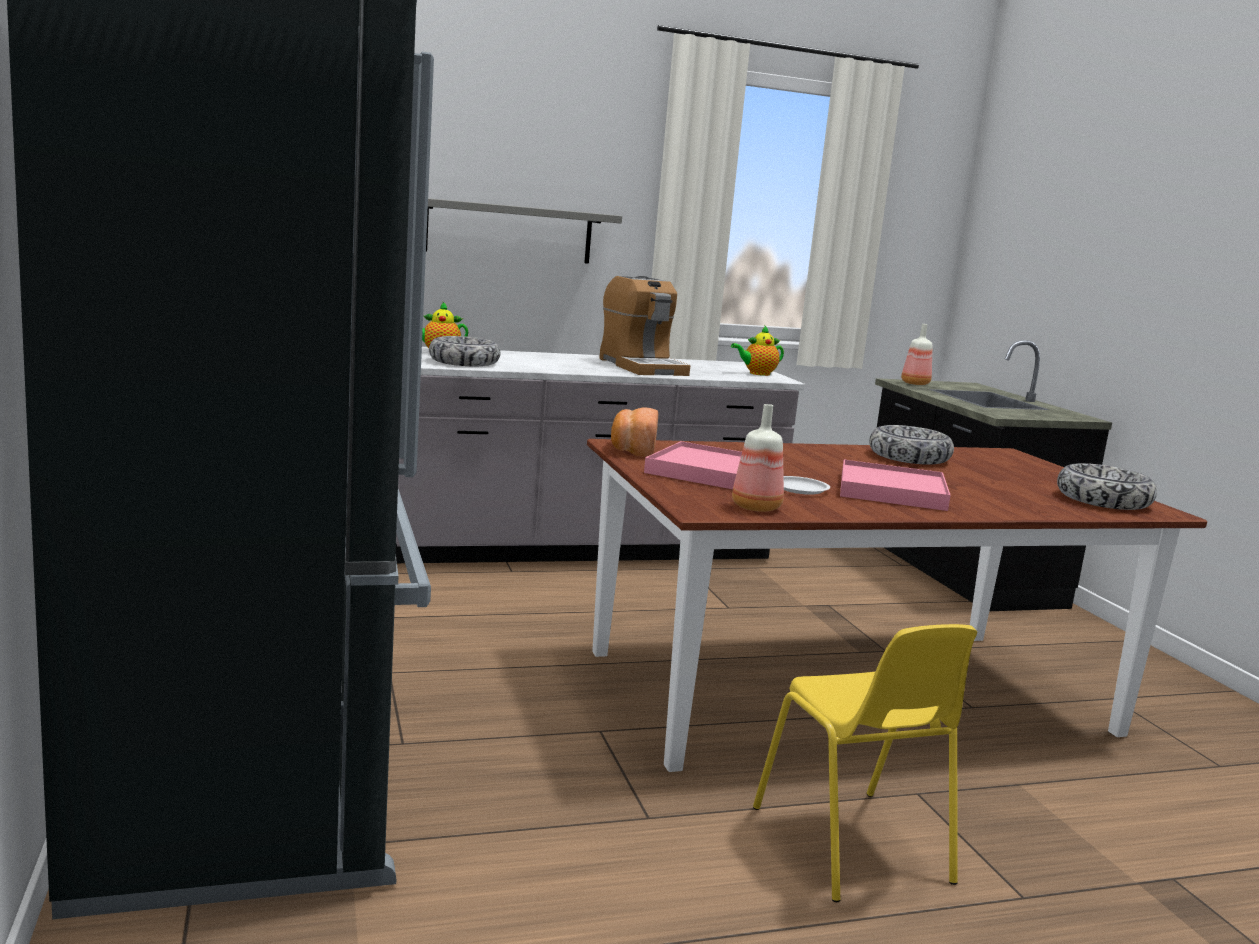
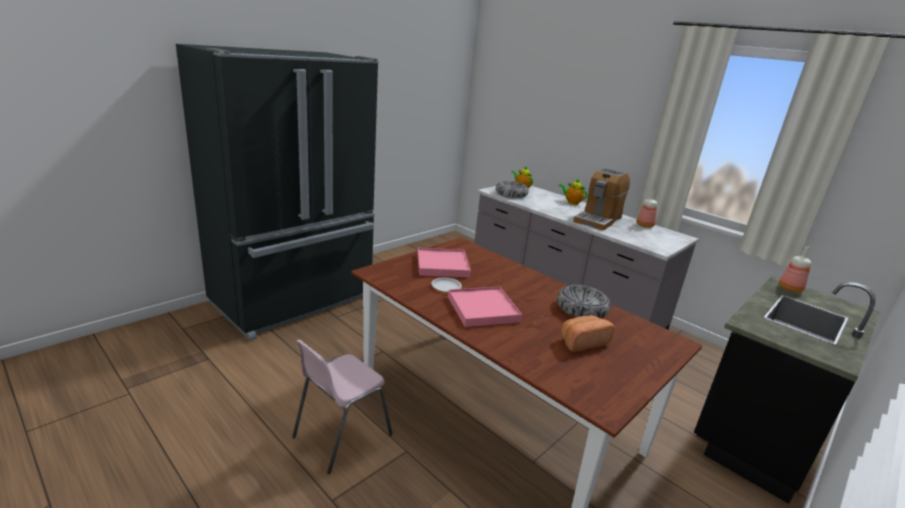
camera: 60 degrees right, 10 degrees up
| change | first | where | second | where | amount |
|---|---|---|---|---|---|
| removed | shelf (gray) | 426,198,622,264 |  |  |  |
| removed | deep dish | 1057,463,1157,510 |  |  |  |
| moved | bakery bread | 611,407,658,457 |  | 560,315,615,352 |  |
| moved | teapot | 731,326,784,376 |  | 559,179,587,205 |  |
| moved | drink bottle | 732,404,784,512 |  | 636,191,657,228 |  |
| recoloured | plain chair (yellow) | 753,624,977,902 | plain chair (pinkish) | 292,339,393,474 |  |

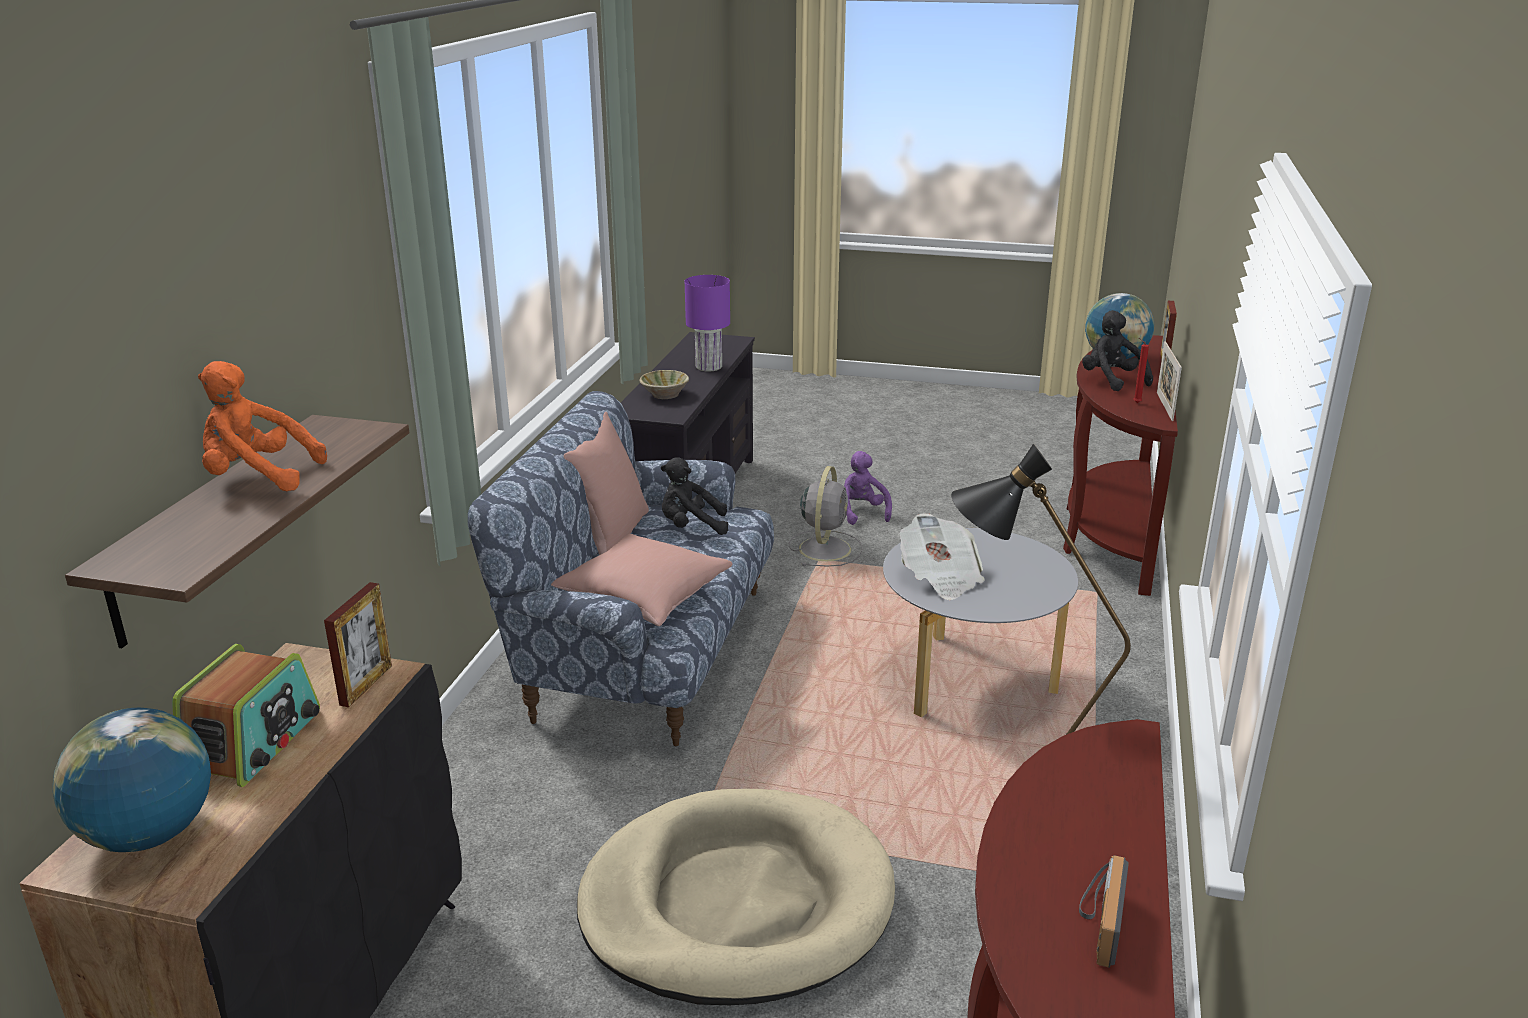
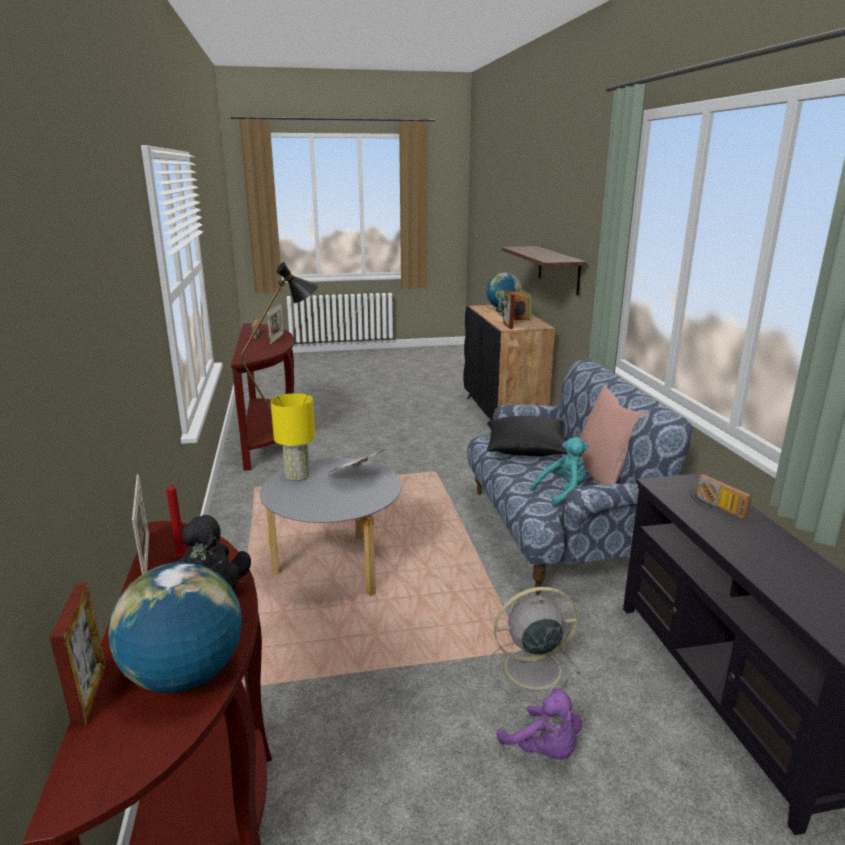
camera: 155 degrees right, 5 degrees down
| change | first | where | second | where | amount |
|---|---|---|---|---|---|
| removed | cuddly toy (orange) | 198,361,327,491 |  |  |  |
| removed | pet bed (beige-coloured) | 577,789,895,1005 |  |  |  |
| removed | table lamp (purplish) | 685,275,730,371 |  |  |  |
| added |  |  | picture frame | 267,304,284,344 |  |
| added |  |  | table lamp (yellow) | 271,393,315,481 |  |
| replaced | deep dish (beige-coloured) | 639,370,689,399 | radio receiver | 691,474,752,519 |  |
| recoloured | throw pillow (pinkish) | 551,534,732,626 | throw pillow (black-coloured) | 487,416,567,456 |  |
| recoloured | cuddly toy (black-coloured) | 661,457,728,535 | cuddly toy (turquoise) | 530,437,588,507 |  |
| turned | electric fan (gray) | 789,466,863,567 |  | 490,587,581,702 | 90 degrees clockwise |

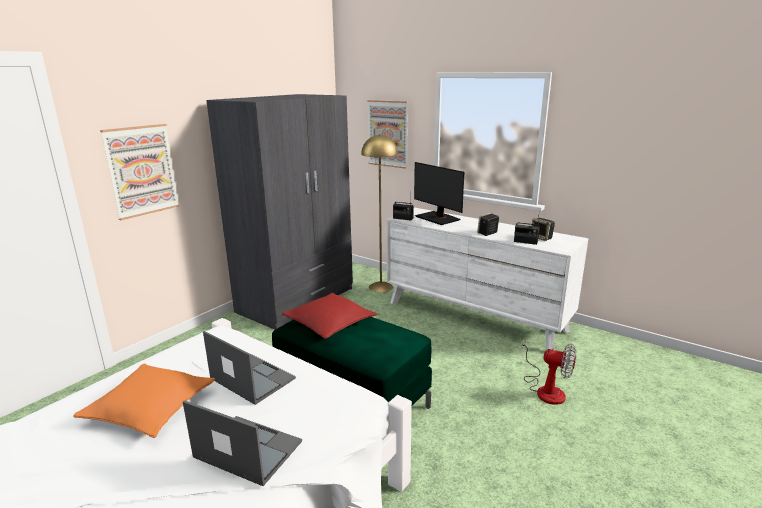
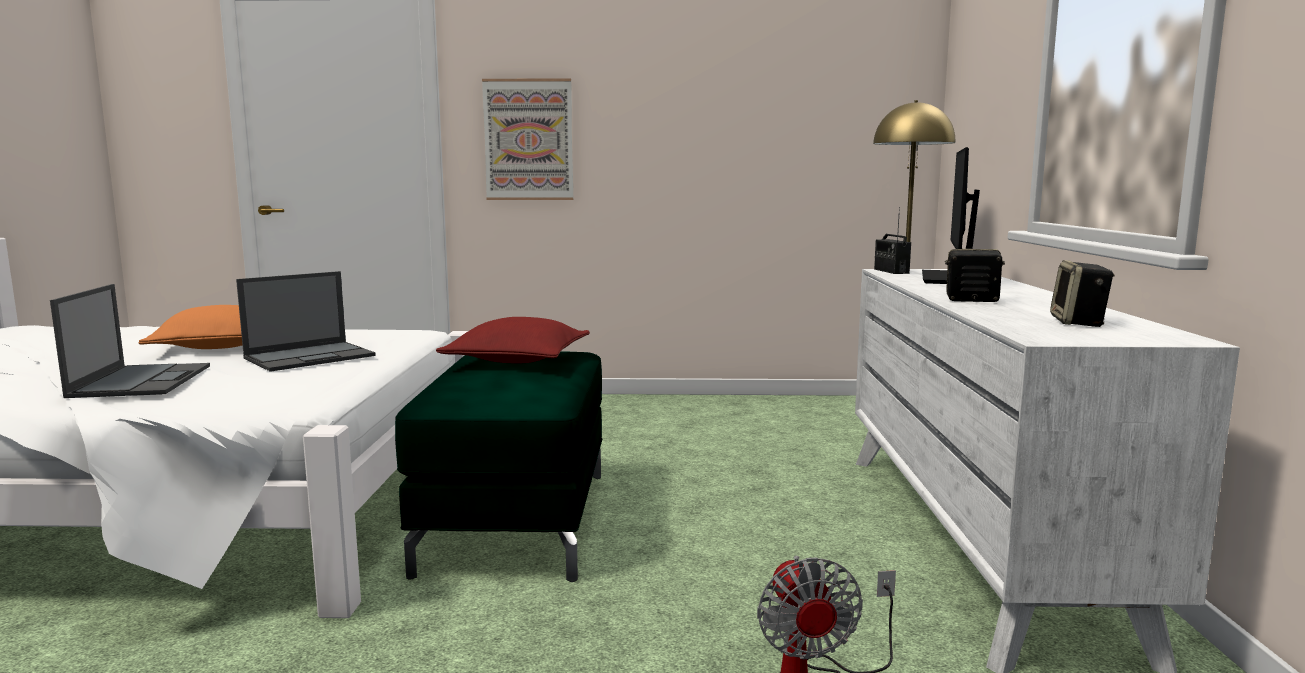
camera: 55 degrees right, 10 degrees down
| change | first | where | second | where | amount |
|---|---|---|---|---|---|
| removed | armoire (gray) | 206,94,353,330 |  |  |  |
| removed | wall picture | 367,100,409,169 |  |  |  |
| removed | radio receiver | 514,211,540,245 |  |  |  |
| turned | laptop | 203,331,296,405 |  | 236,271,376,372 | 45 degrees clockwise |

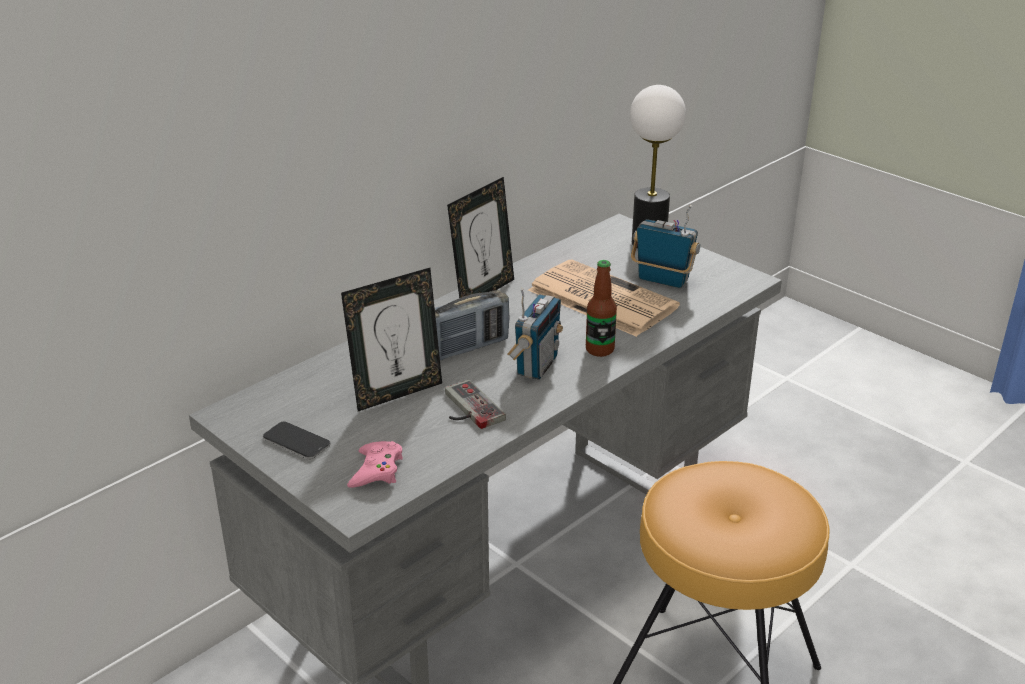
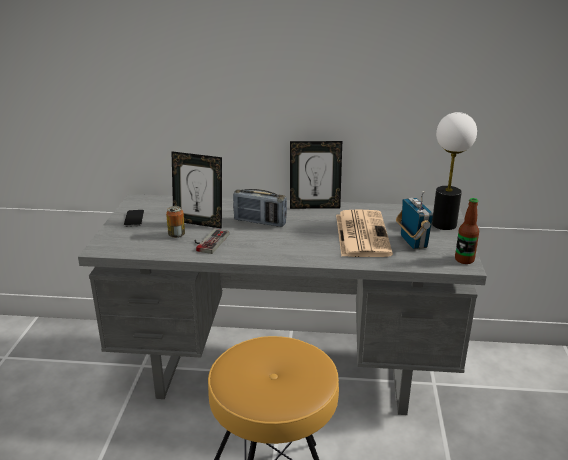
camera: 50 degrees right, 5 degrees down
| change | first | where | second | where | amount |
|---|---|---|---|---|---|
| removed | game controller (pinkish) | 347,441,403,488 |  |  |  |
| removed | radio receiver | 507,288,563,380 |  |  |  |
| added |  |  | metal can | 166,206,185,238 |  |
| moved | drink bottle | 586,260,617,357 |  | 455,198,479,264 |  |

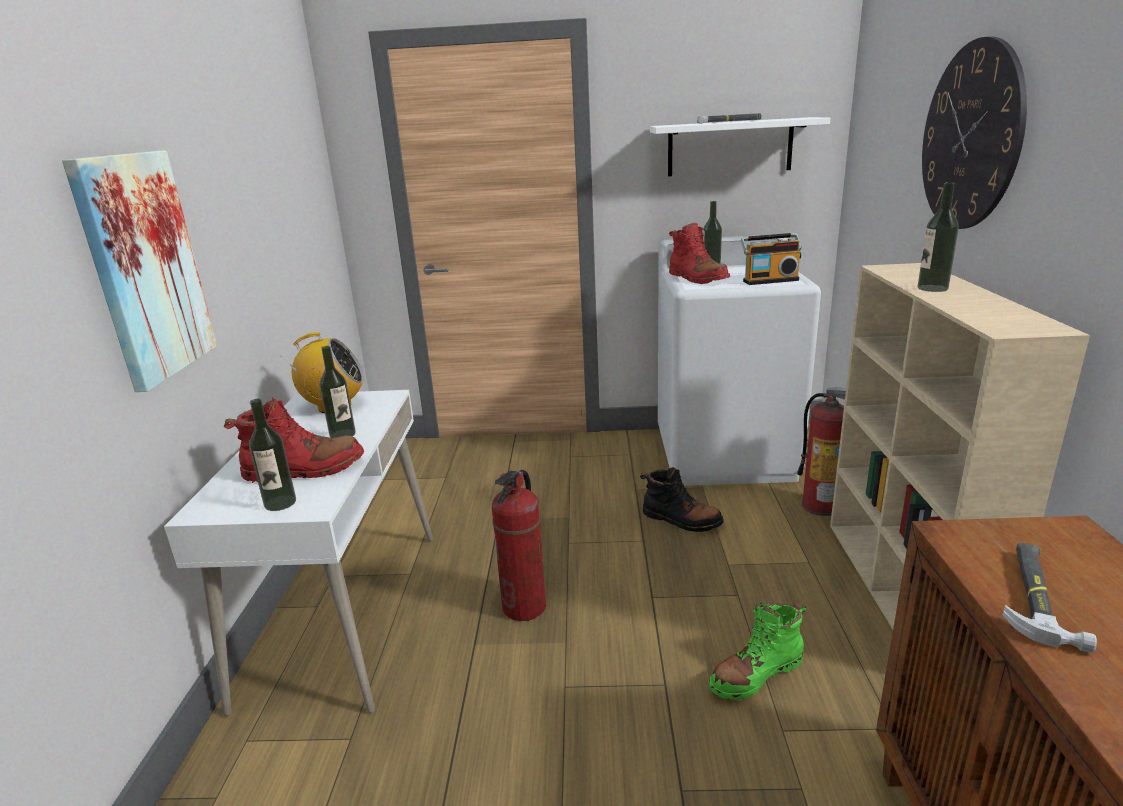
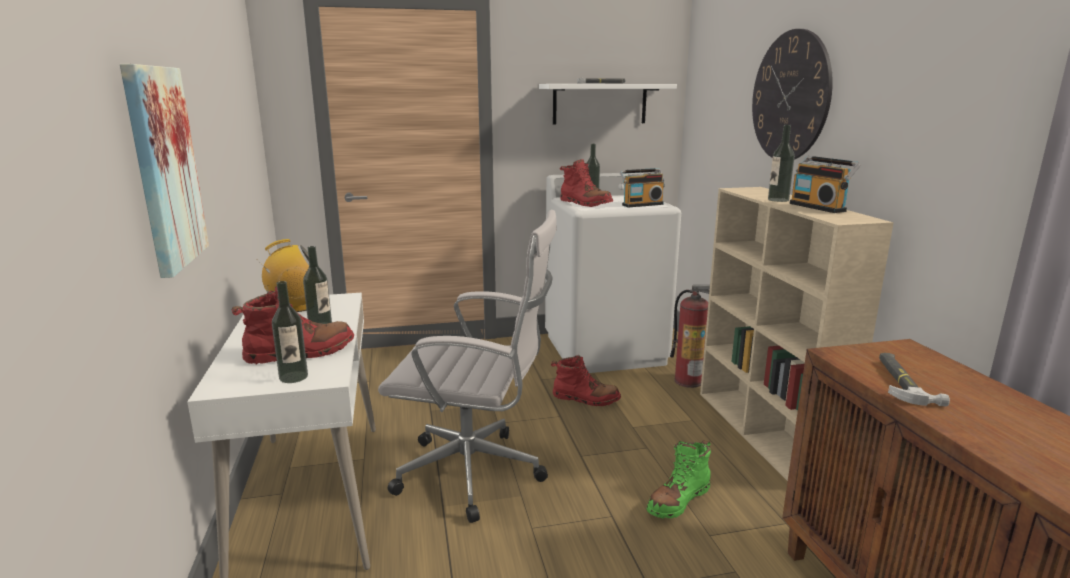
camera: 15 degrees left, 5 degrees down
| change | first | where | second | where | amount |
|---|---|---|---|---|---|
| added |  |  | radio receiver | 789,156,860,213 |  |
| replaced | fire extinguisher | 492,470,546,621 | computer chair (white) | 378,210,557,523 |  |
| recoloured | high-top boot (black-coloured) | 640,467,724,532 | high-top boot (reddish) | 551,355,621,406 |  |

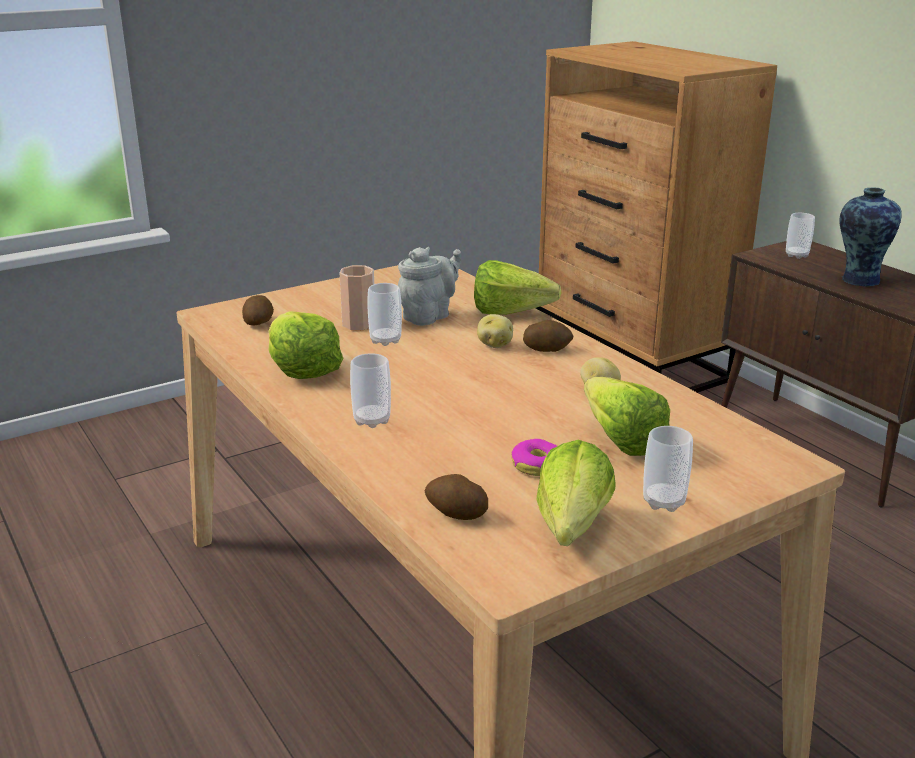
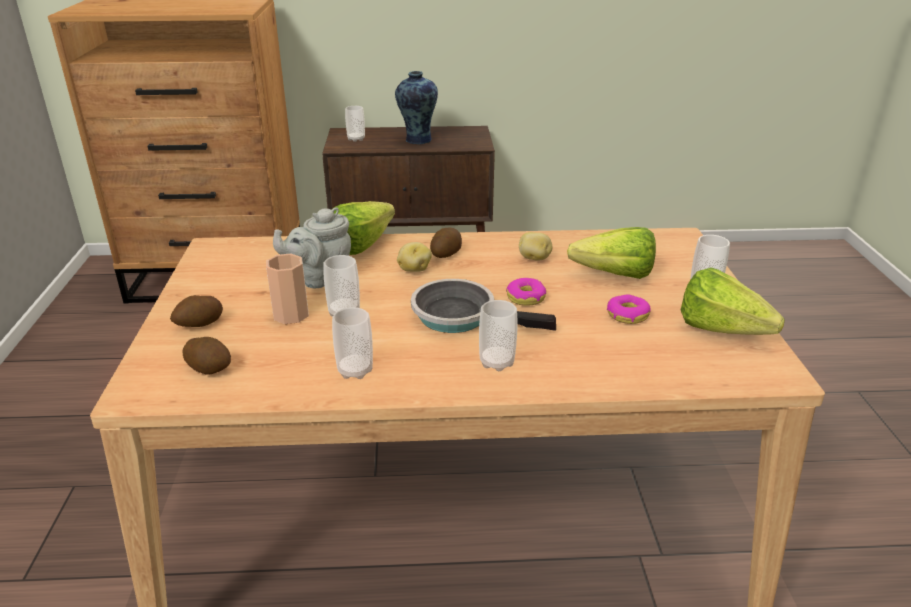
camera: 60 degrees left, 5 degrees up
| change | first | where | second | where | amount |
|---|---|---|---|---|---|
| added |  |  | frying pan | 411,279,556,333 |  |
| added |  |  | donut | 506,278,546,306 |  |
| moved | potato | 425,474,488,520 |  | 170,295,223,327 |  |
| replaced | lettuce | 268,311,343,379 | small cup | 332,307,373,379 |  |
| turned | teapot (gray) | 398,247,461,326 |  | 273,207,351,288 | 105 degrees counterclockwise |

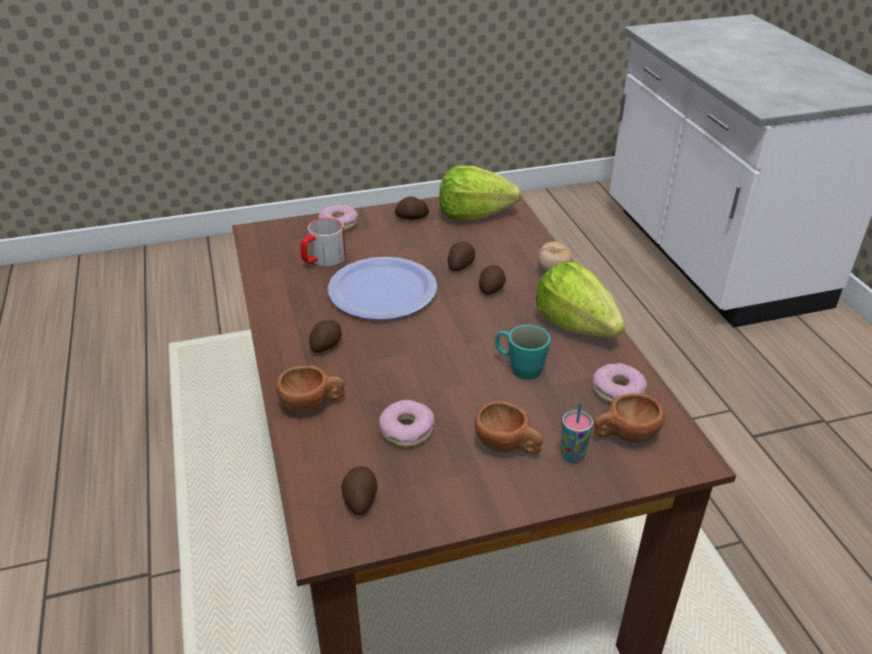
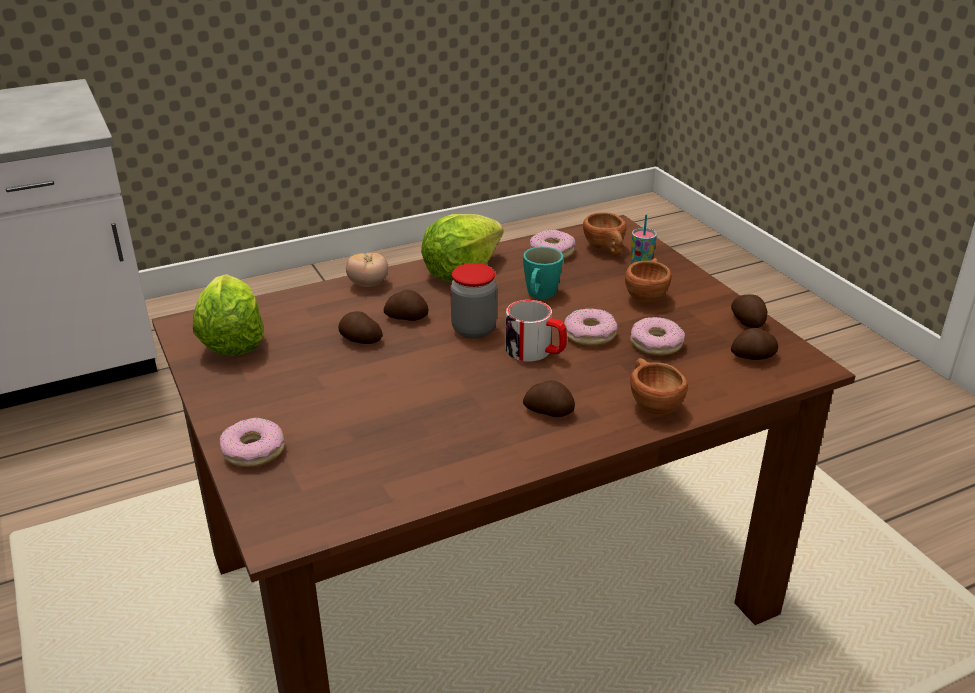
camera: 100 degrees left, 5 degrees down
| change | first | where | second | where | amount |
|---|---|---|---|---|---|
| removed | dinner plate | 328,257,437,320 |  |  |  |
| added |  |  | storage jar | 450,263,497,339 |  |
| added |  |  | donut | 564,309,617,346 |  |
| moved | tea mug | 301,218,346,266 |  | 506,300,567,362 |  |
| moved | potato | 395,196,429,220 |  | 731,294,768,328 |  |

